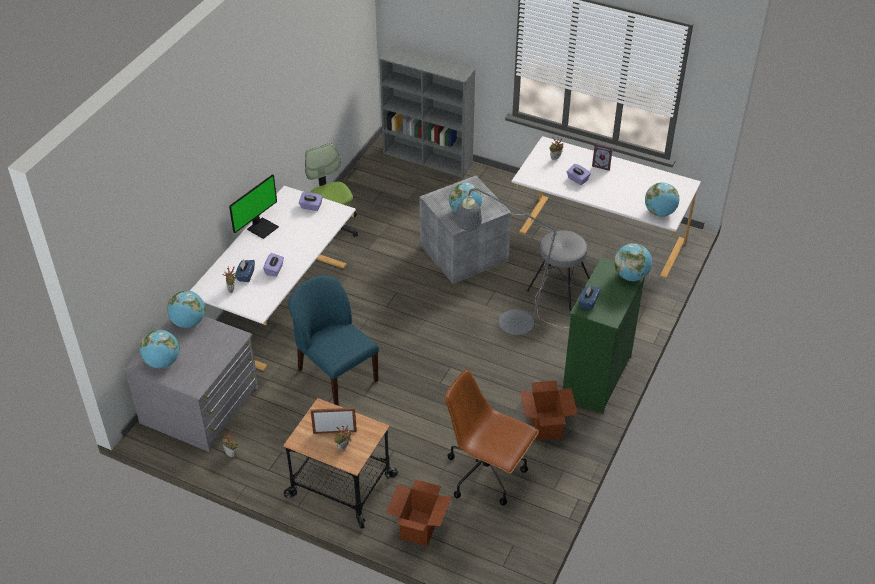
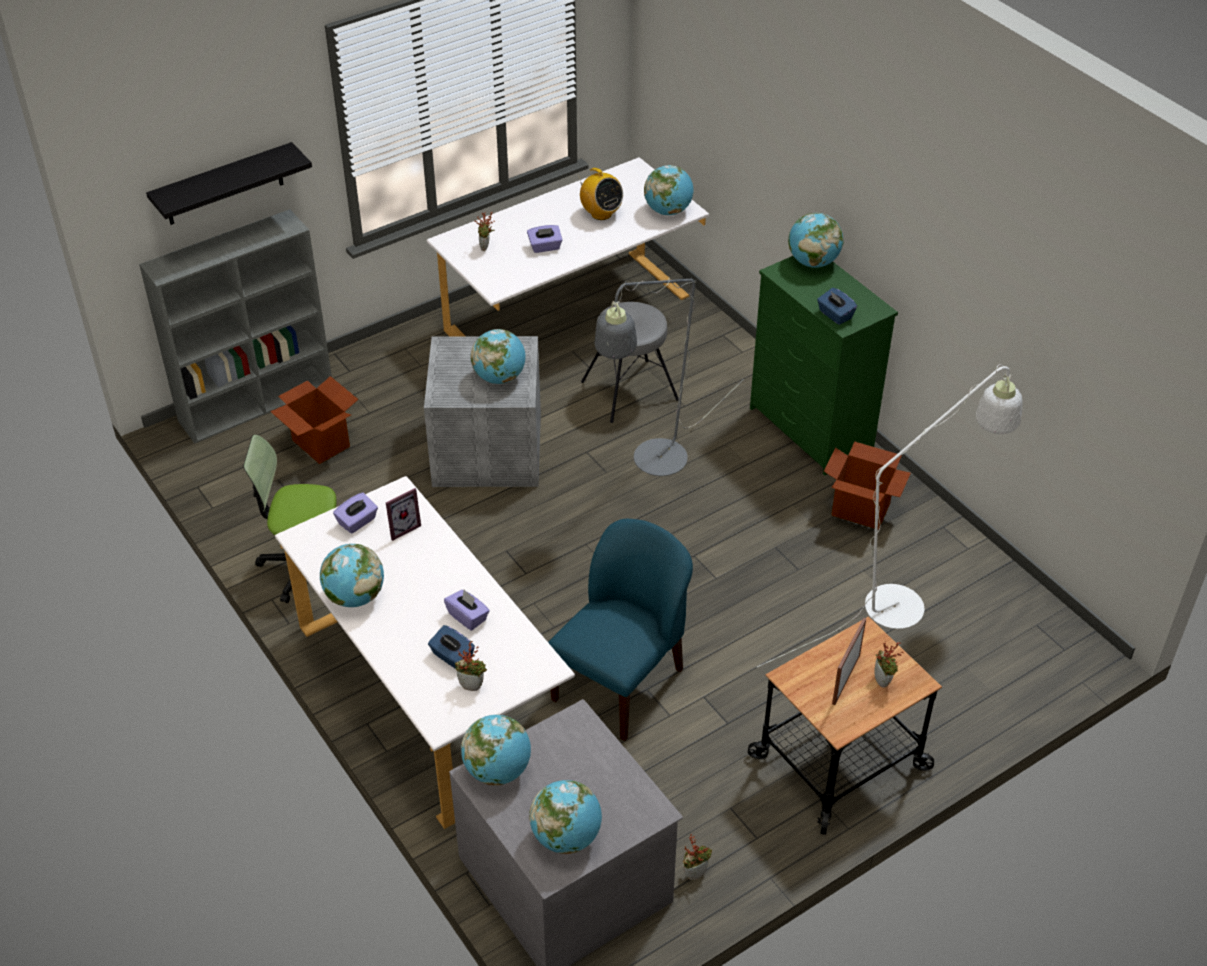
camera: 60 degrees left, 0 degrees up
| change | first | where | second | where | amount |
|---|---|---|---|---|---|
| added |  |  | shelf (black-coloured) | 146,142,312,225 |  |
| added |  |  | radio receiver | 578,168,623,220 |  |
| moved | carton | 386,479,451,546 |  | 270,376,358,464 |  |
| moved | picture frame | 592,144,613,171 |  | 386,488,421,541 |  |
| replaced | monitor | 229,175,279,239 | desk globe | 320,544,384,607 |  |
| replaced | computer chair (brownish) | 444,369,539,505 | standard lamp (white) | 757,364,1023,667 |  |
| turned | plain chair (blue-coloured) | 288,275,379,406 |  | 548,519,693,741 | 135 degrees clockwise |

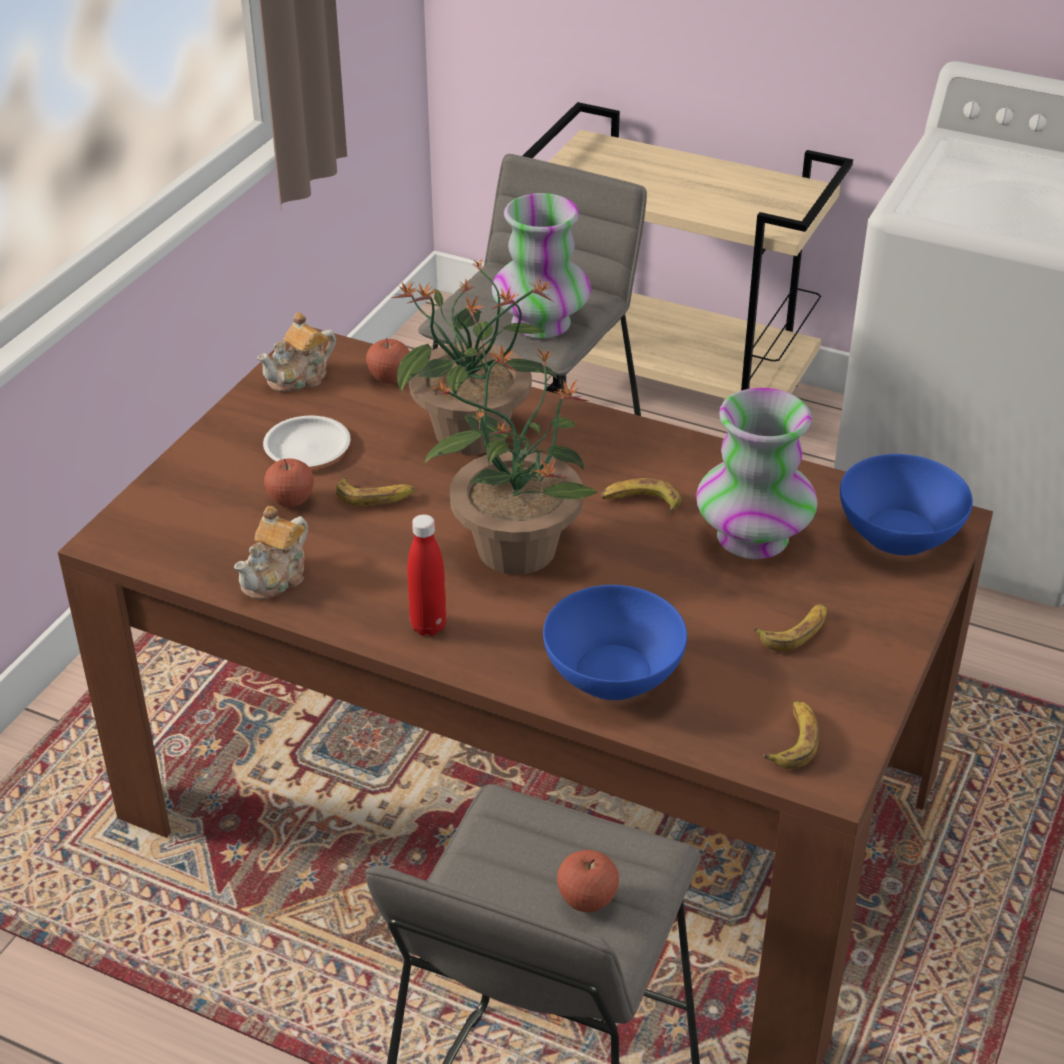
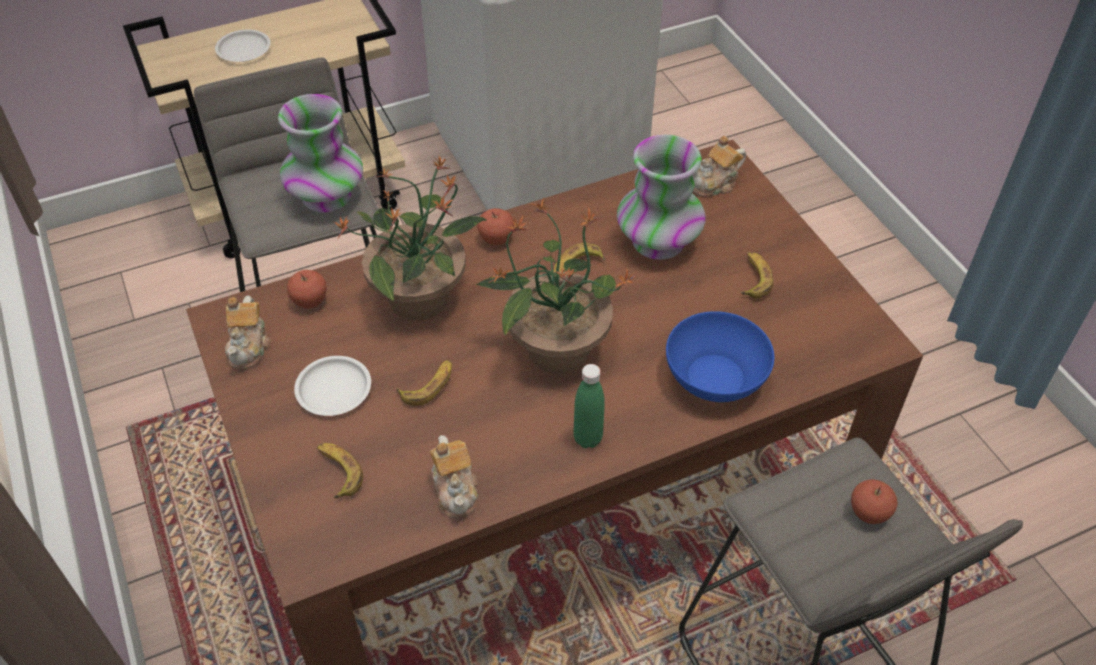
camera: 50 degrees left, 10 degrees up
| change | first | where | second | where | amount |
|---|---|---|---|---|---|
| added |  |  | dinner plate (white) | 215,30,271,62 |  |
| moved | apple fruit | 264,458,314,507 |  | 477,208,514,245 |  |
| moved | banana | 763,701,819,769 |  | 317,443,363,498 |  |
| replaced | deep dish (blue-coloured) | 840,454,973,555 | teapot | 693,136,746,197 |  |
| recoloured | drink bottle (reddish) | 407,514,447,636 | drink bottle (greenish) | 573,364,605,448 |  |

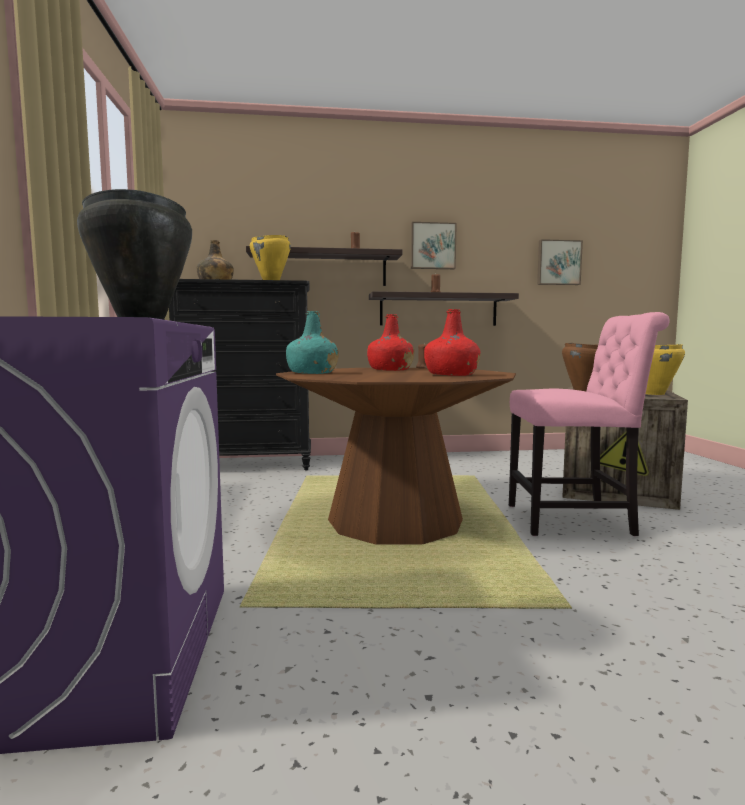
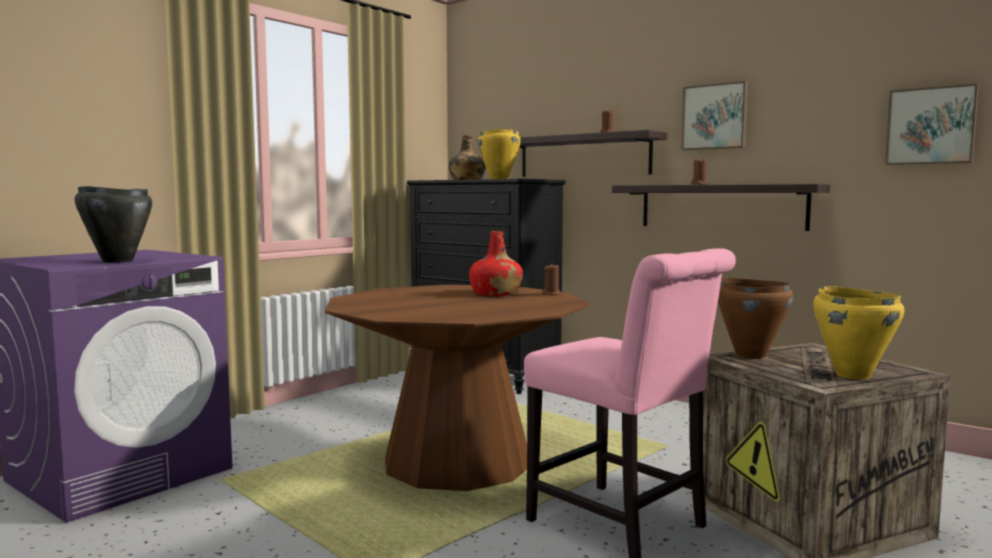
camera: 45 degrees right, 0 degrees up
| change | first | where | second | where | amount |
|---|---|---|---|---|---|
| removed | drink bottle (turquoise) | 286,311,339,374 |  |  |  |
| removed | drink bottle (reddish) | 424,309,481,376 |  |  |  |

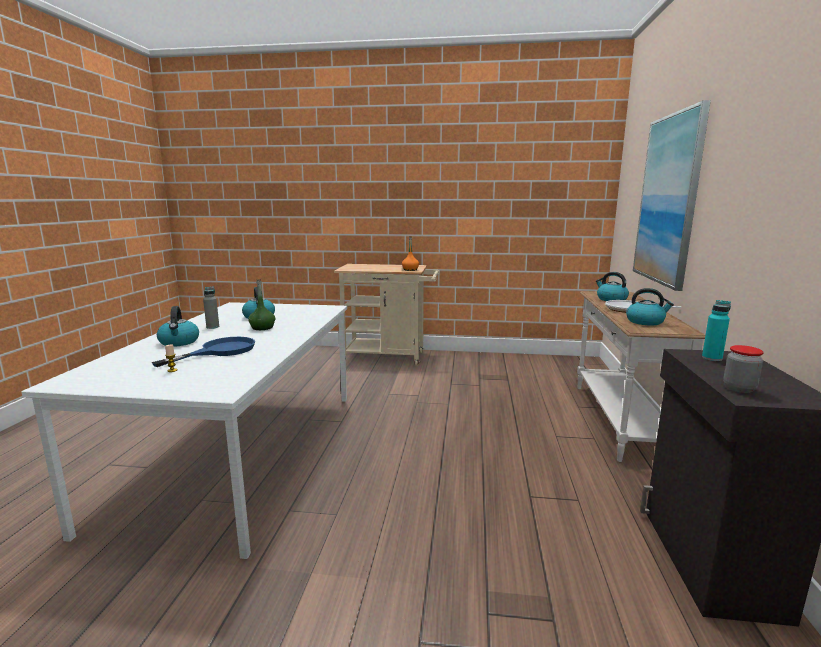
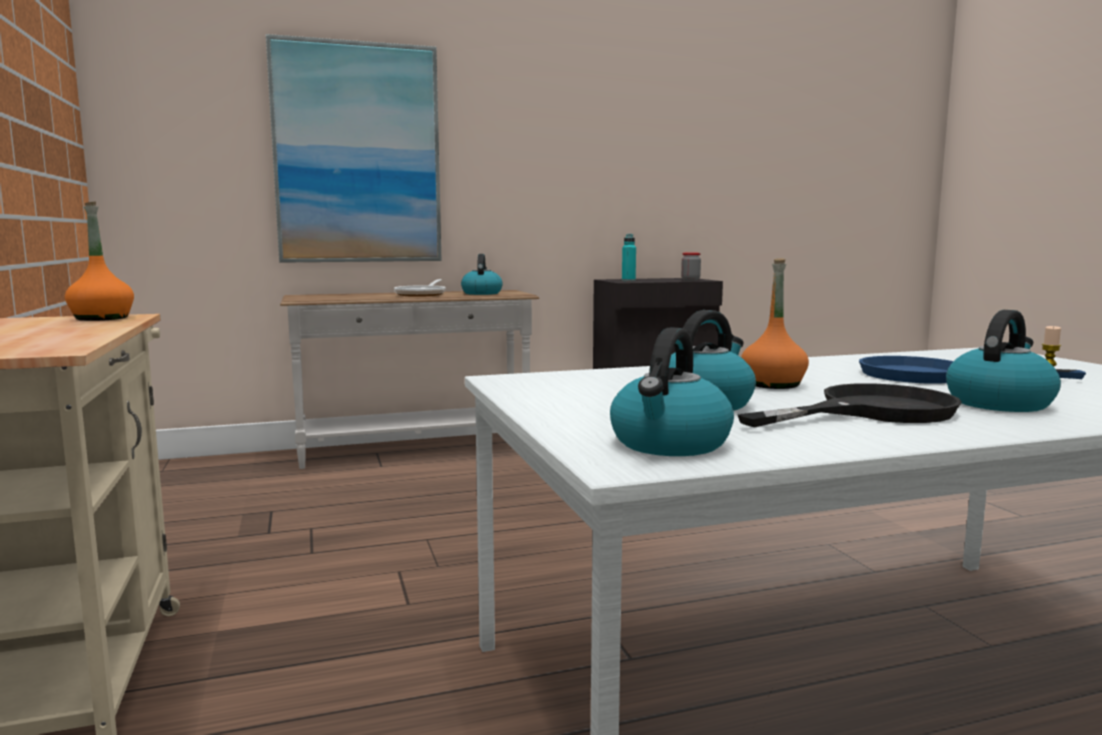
camera: 115 degrees left, 5 degrees down
| change | first | where | second | where | amount |
|---|---|---|---|---|---|
| moved | kettle | 596,272,629,301 |  | 610,327,734,456 |  |
| replaced | drink bottle (gray) | 203,287,219,329 | frying pan (black-coloured) | 737,383,962,427 |  |
| recoloured | drink bottle (greenish) | 248,279,275,330 | drink bottle (orange) | 741,258,809,389 |  |

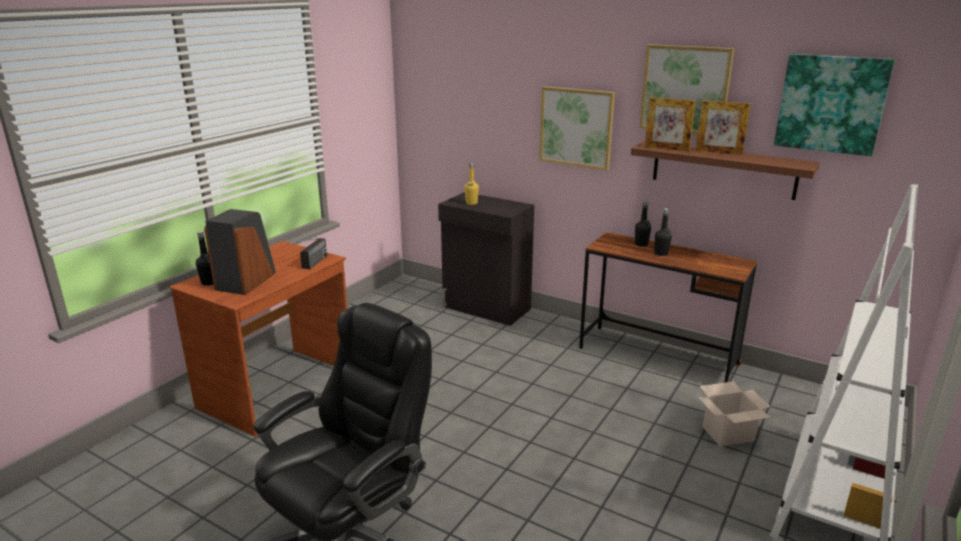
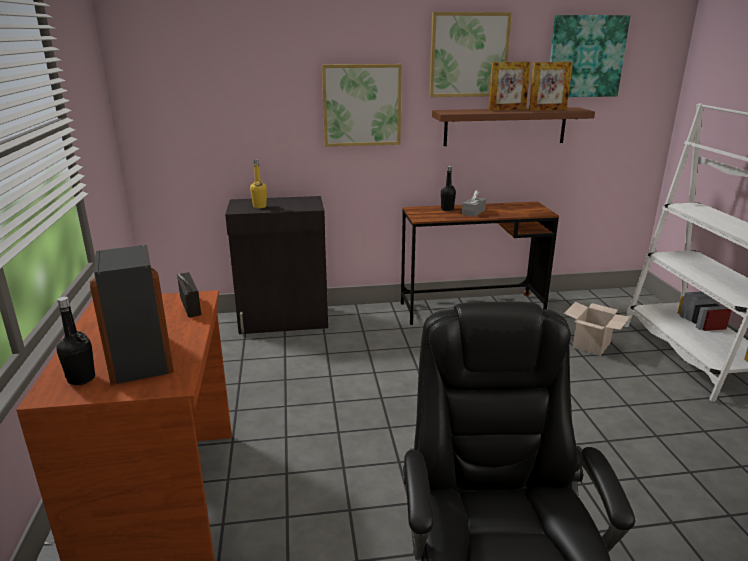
camera: 40 degrees left, 0 degrees up
| change | first | where | second | where | amount |
|---|---|---|---|---|---|
| moved | picture frame | 645,97,696,151 |  | 529,62,573,111 |  |
| replaced | drink bottle (black-coloured) | 654,208,672,256 | box of tissues (gray) | 462,190,486,217 |  |

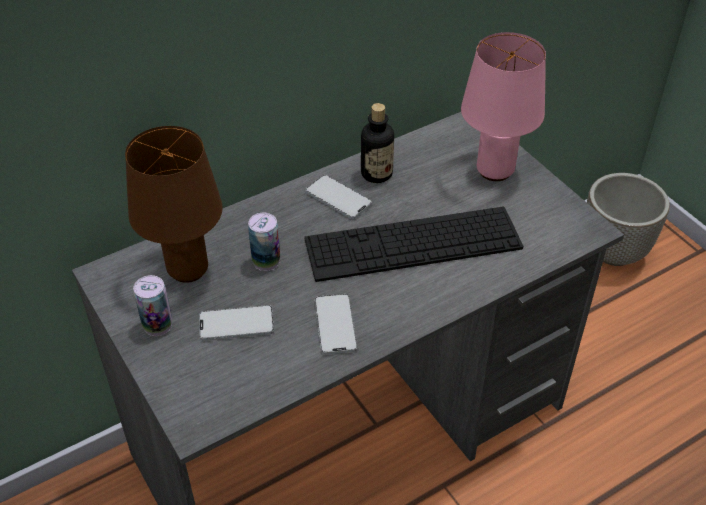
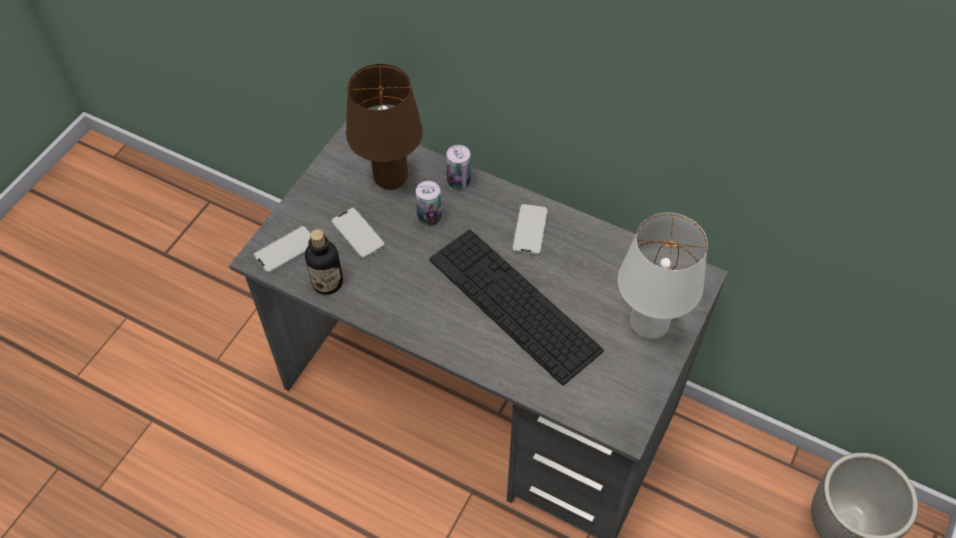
camera: 60 degrees right, 10 degrees up
| change | first | where | second | where | amount |
|---|---|---|---|---|---|
| moved | metal can | 133,275,172,336 |  | 446,145,471,193 |  |
| moved | phone | 315,294,357,355 |  | 254,225,311,274 |  |
| moved | drink bottle | 361,103,394,183 |  | 305,229,343,295 |  |
| recoloured | table lamp (pinkish) | 461,32,546,181 | table lamp (white) | 618,213,708,339 |  |

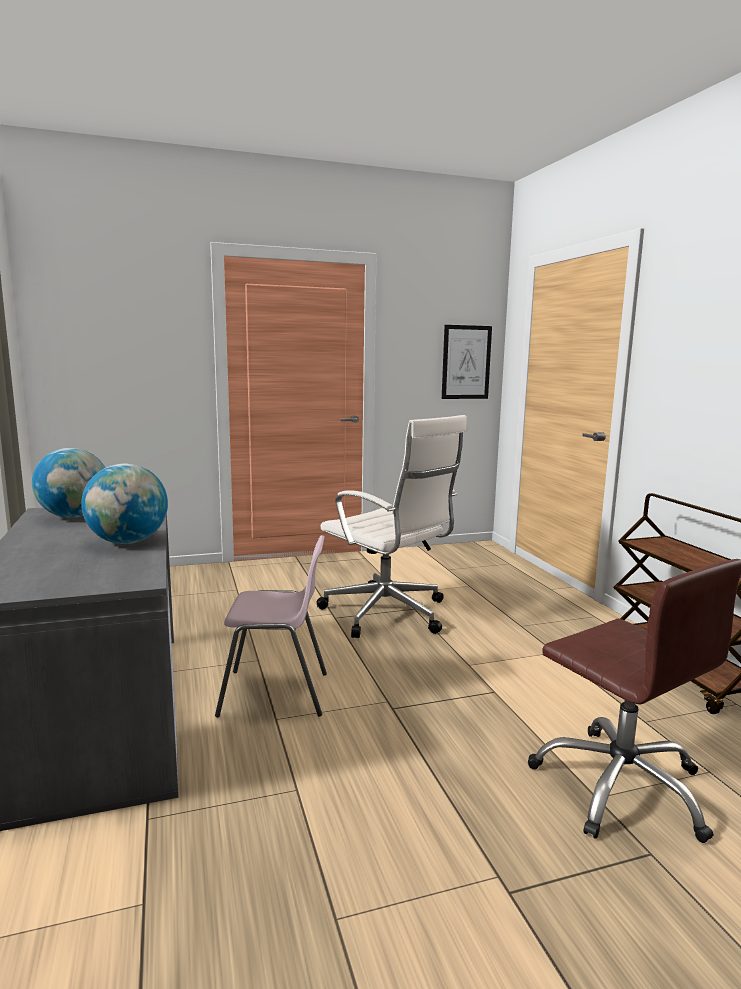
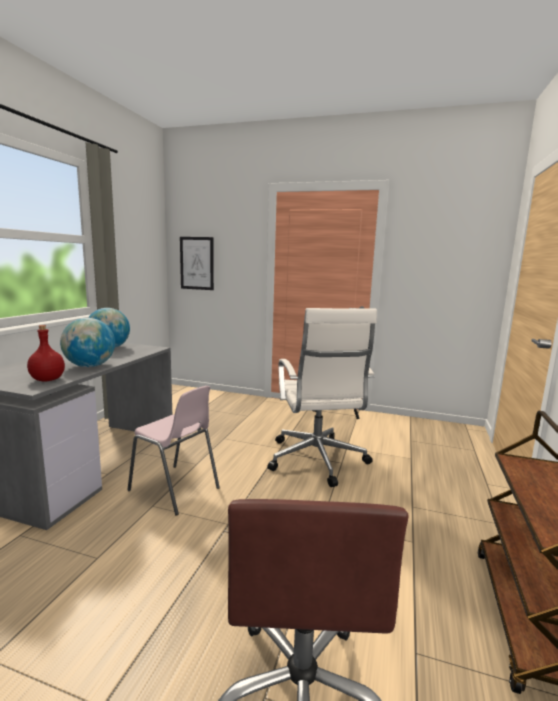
camera: 35 degrees right, 0 degrees up
| change | first | where | second | where | amount |
|---|---|---|---|---|---|
| added |  |  | drink bottle (reddish) | 27,325,65,382 |  |
| moved | wall picture | 442,325,492,399 |  | 180,237,214,290 |  |

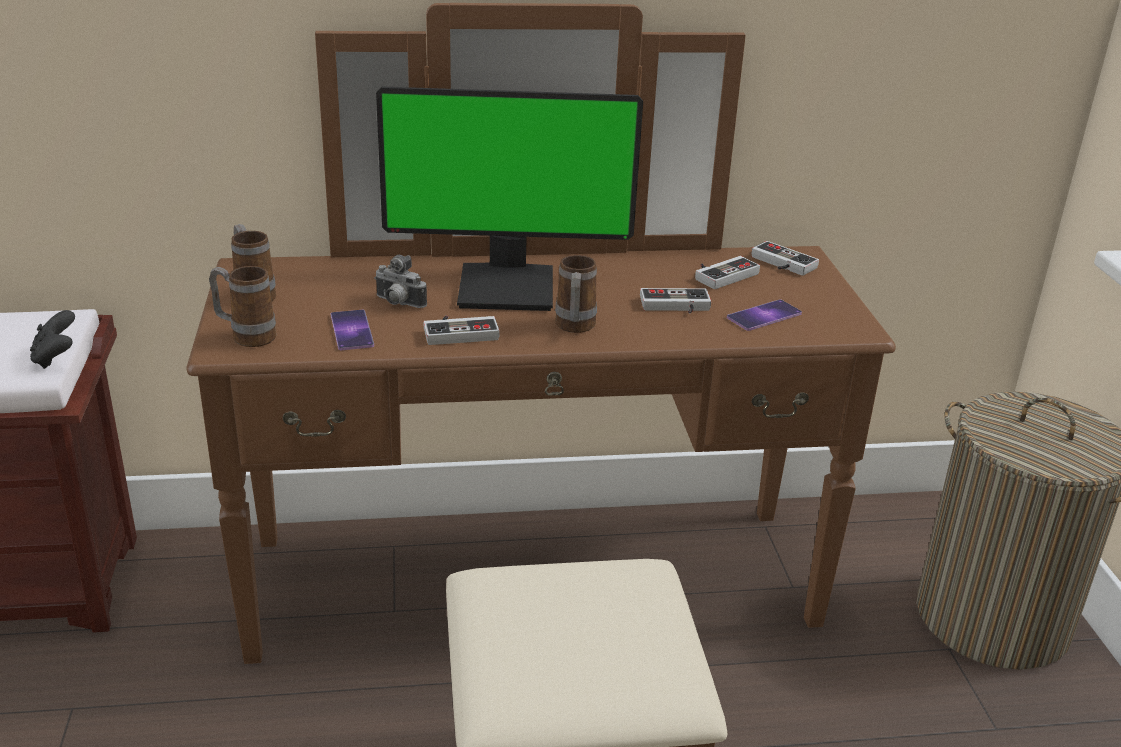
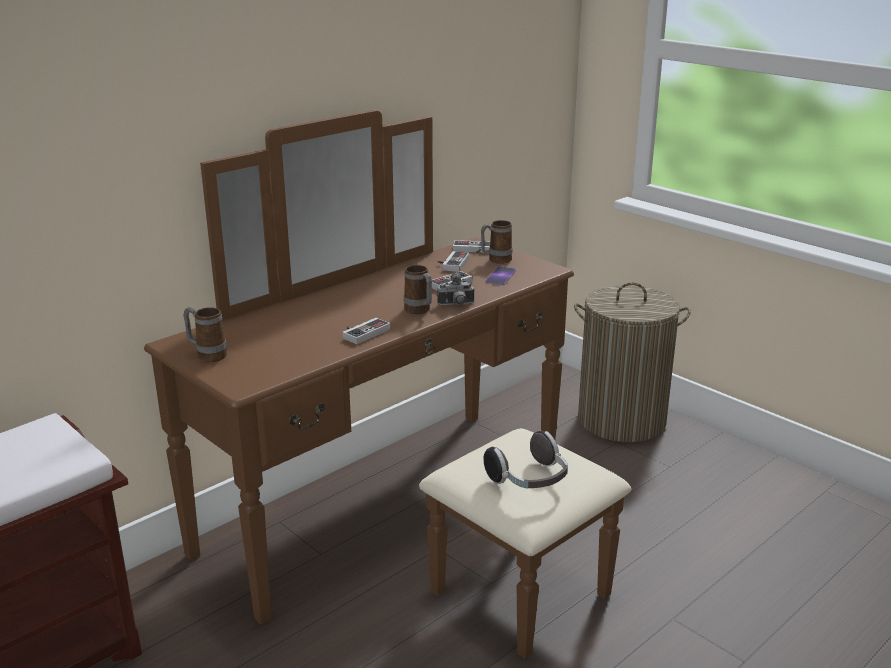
camera: 35 degrees left, 5 degrees down
| change | first | where | second | where | amount |
|---|---|---|---|---|---|
| removed | game controller (black-coloured) | 30,310,75,369 |  |  |  |
| removed | phone | 331,310,374,350 |  |  |  |
| removed | monitor | 376,87,643,311 |  |  |  |
| added |  |  | headset | 483,431,568,488 |  |
| moved | tea mug | 209,266,276,347 |  | 481,220,512,264 |  |
| moved | still camera | 374,255,427,308 |  | 437,272,475,305 |  |

